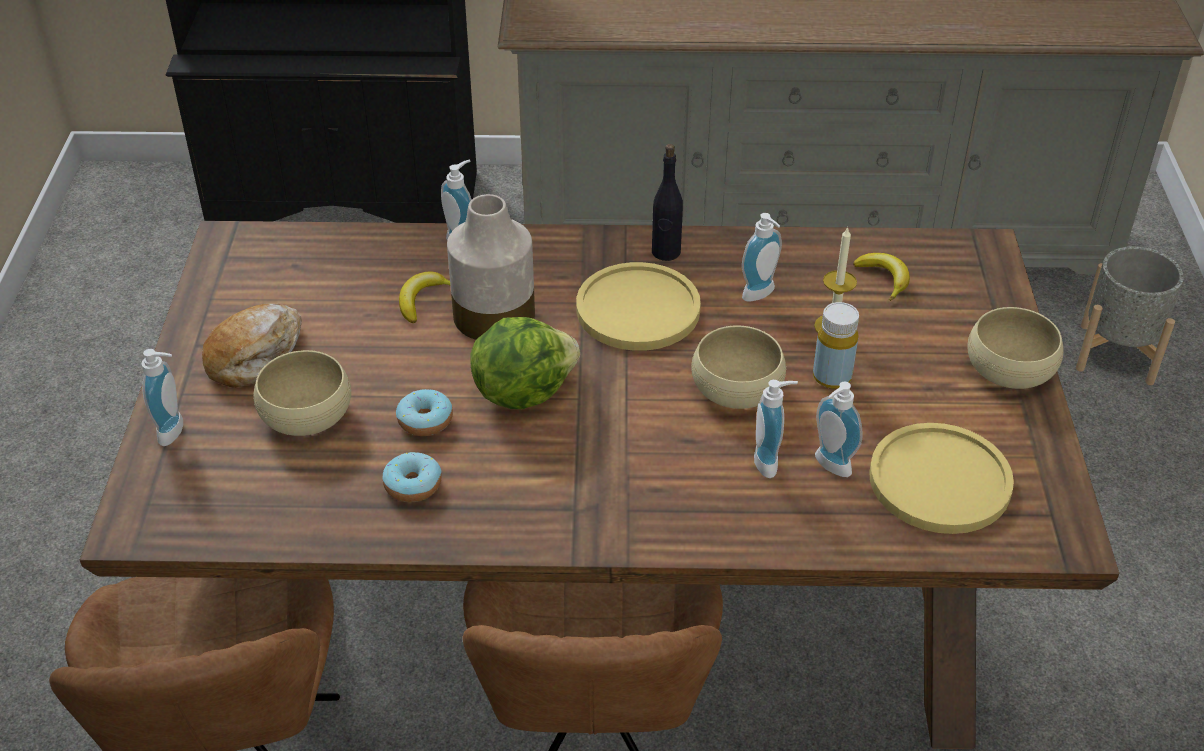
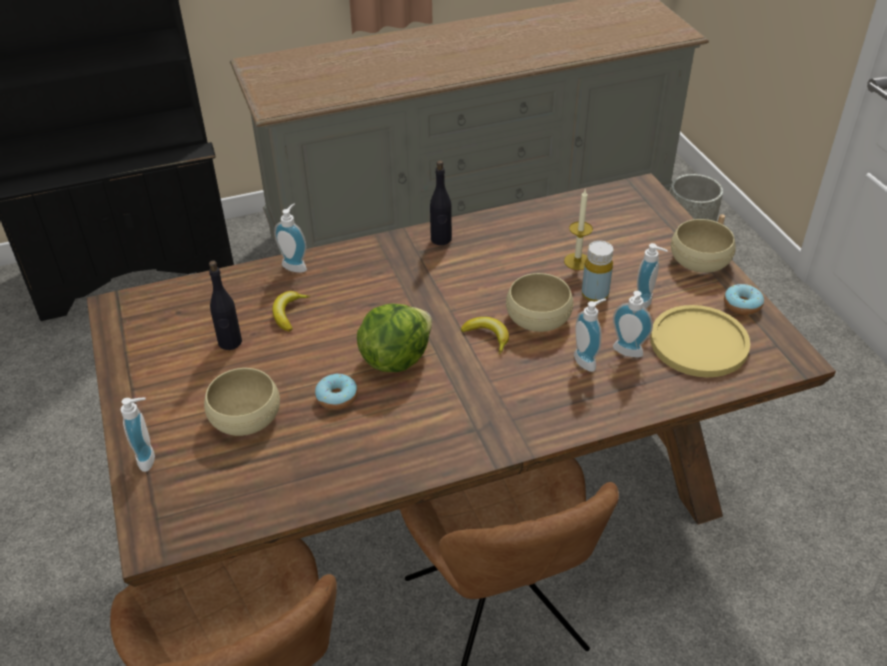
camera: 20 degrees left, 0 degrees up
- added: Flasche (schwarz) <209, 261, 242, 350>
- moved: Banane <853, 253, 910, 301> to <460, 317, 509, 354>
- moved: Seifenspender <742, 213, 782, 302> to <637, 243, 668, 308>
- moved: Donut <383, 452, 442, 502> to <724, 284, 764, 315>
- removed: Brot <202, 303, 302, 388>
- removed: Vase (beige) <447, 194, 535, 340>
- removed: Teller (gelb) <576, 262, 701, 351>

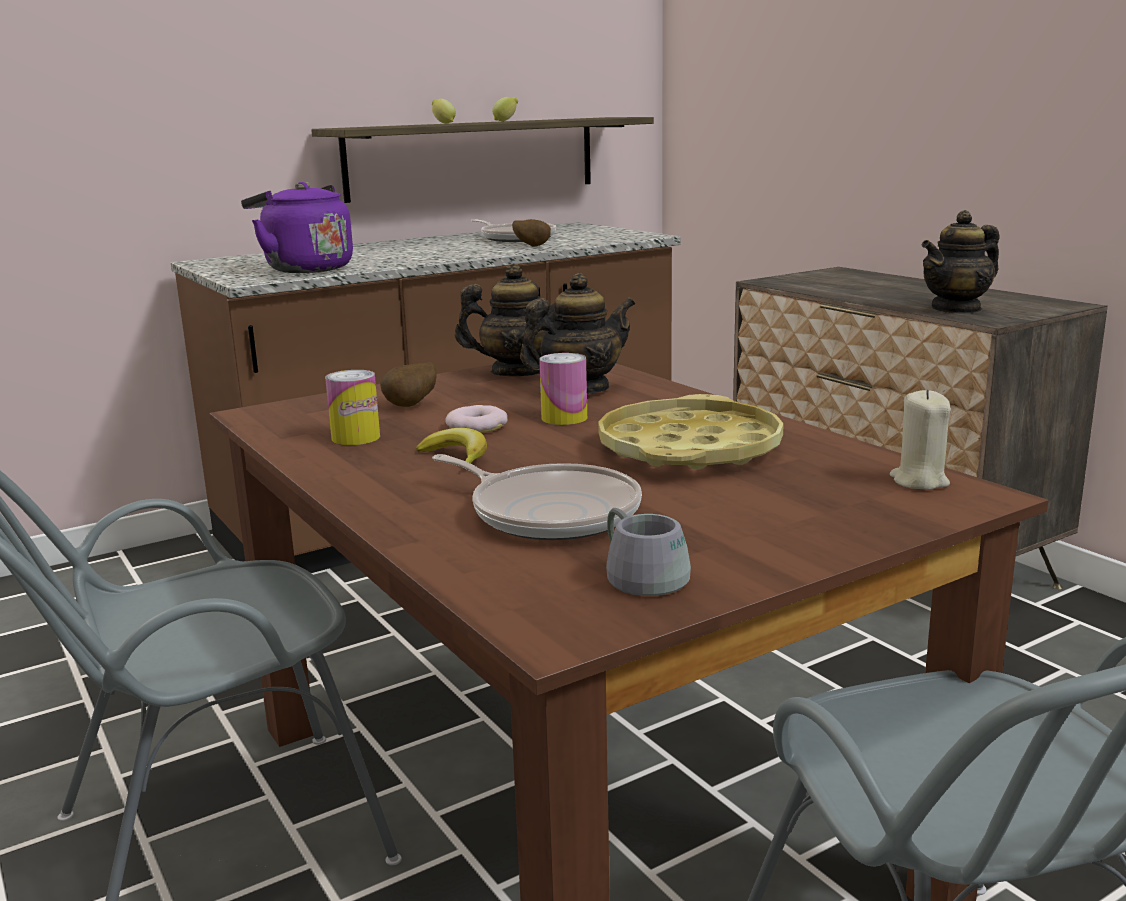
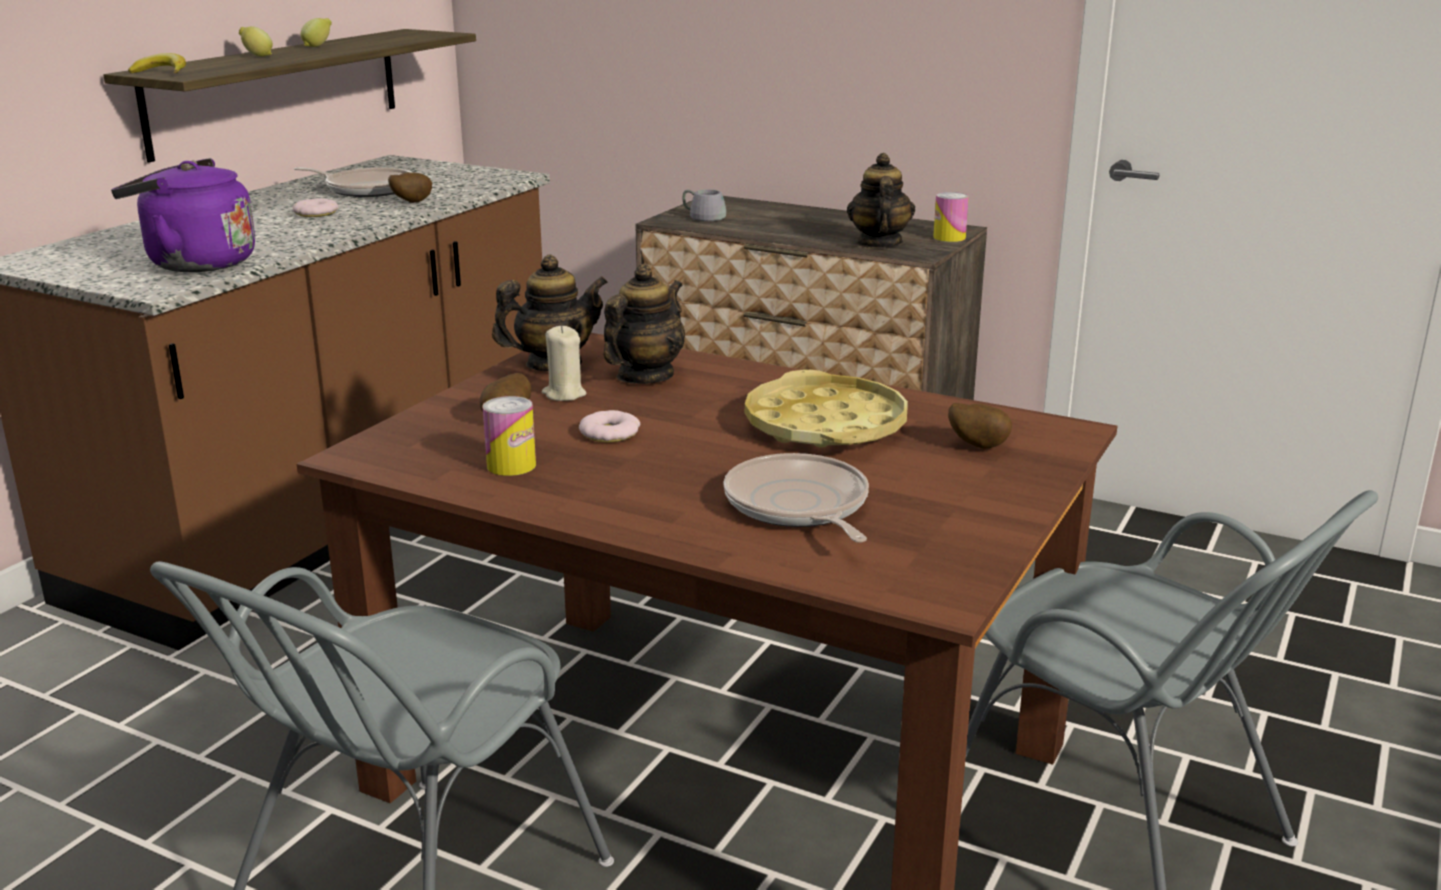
camera: 30 degrees left, 5 degrees up
- moved: Banane <416, 428, 487, 469> to <128, 53, 186, 73>
- added: Donut <293, 198, 339, 217>
- moved: Kerze (beige) <890, 390, 951, 490> to <542, 326, 586, 401>
- moved: Henkelbecher (grau) <606, 508, 691, 596> to <683, 189, 726, 221>
- turned: Pfanne <432, 454, 642, 540> = <723, 453, 869, 543> 120 degrees counterclockwise
- turned: Teekanne <922, 210, 999, 314> = <847, 153, 915, 248> 150 degrees clockwise
- moved: Dose <539, 353, 587, 425> to <933, 192, 969, 242>
- added: Kartoffel <948, 403, 1012, 449>

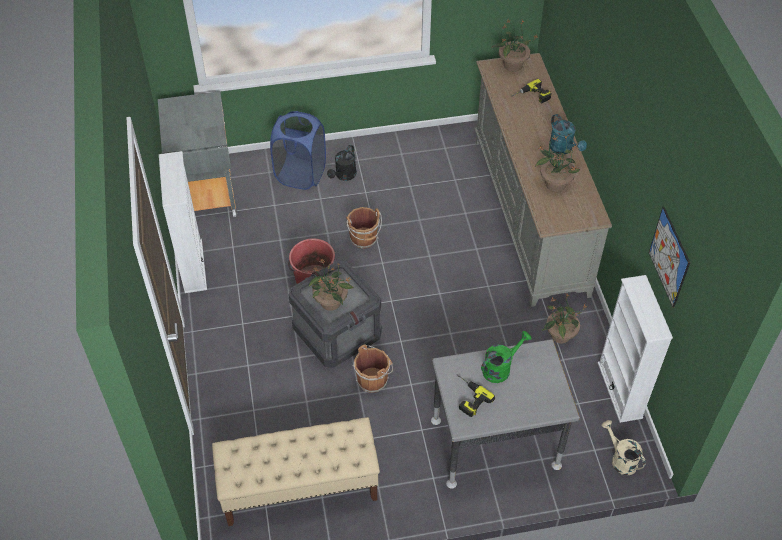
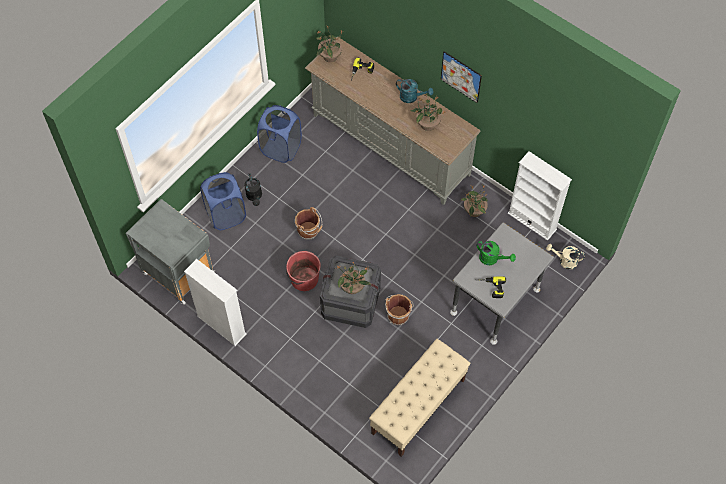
camera: 40 degrees left, 10 degrees up
- added: Wäschekorb (blau) <257, 105, 302, 163>
- moved: Bild <649, 207, 690, 308> to <441, 51, 482, 103>
- turned: Gießkanne (grün) <481, 331, 532, 383> = <476, 241, 516, 265> 105 degrees clockwise

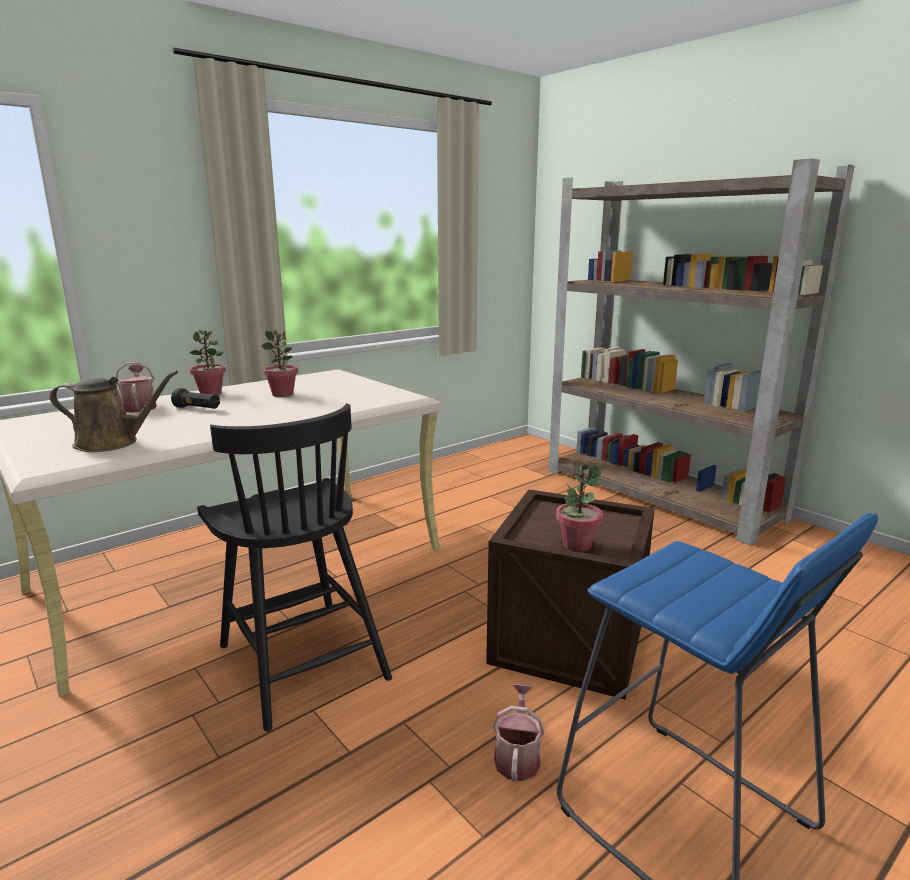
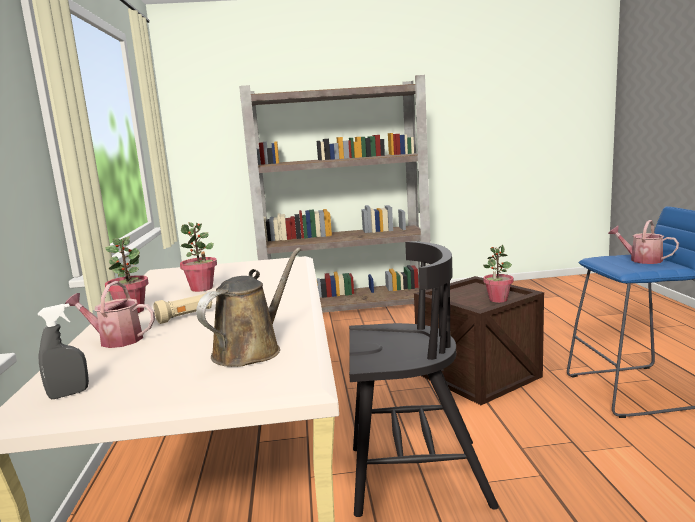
camera: 55 degrees left, 5 degrees down
- added: Sprühflasche (grau) <38, 303, 89, 399>
- recoloured: Taschenlampe (schwarz) <171, 388, 220, 409> to Taschenlampe (beige) <154, 293, 213, 324>
- moved: Gießkanne <493, 684, 544, 782> to <608, 220, 679, 264>

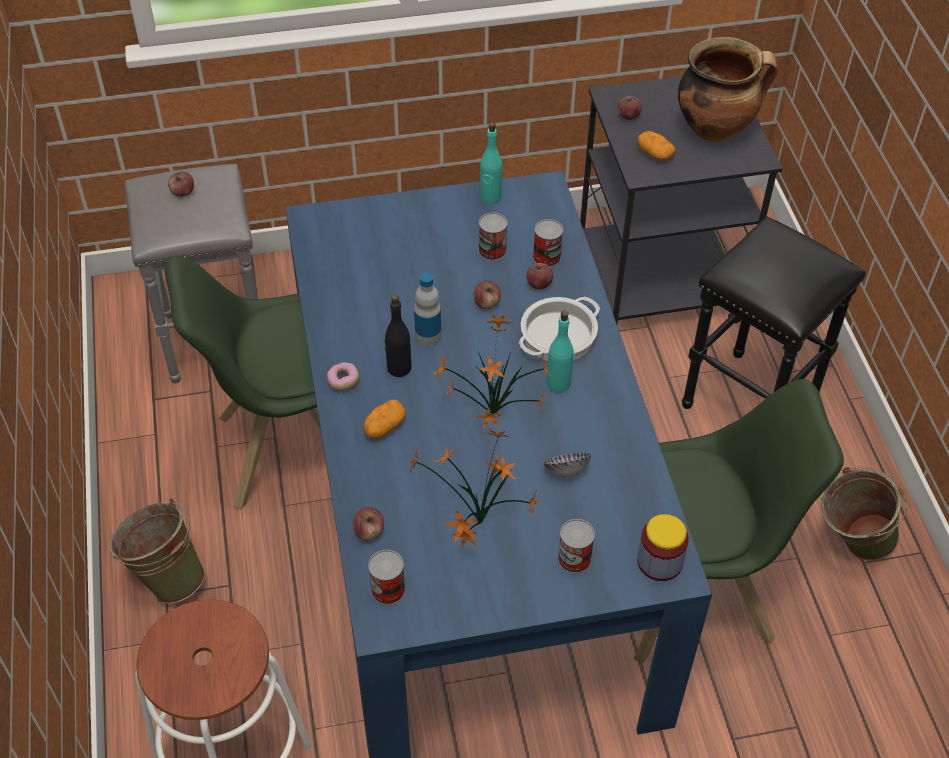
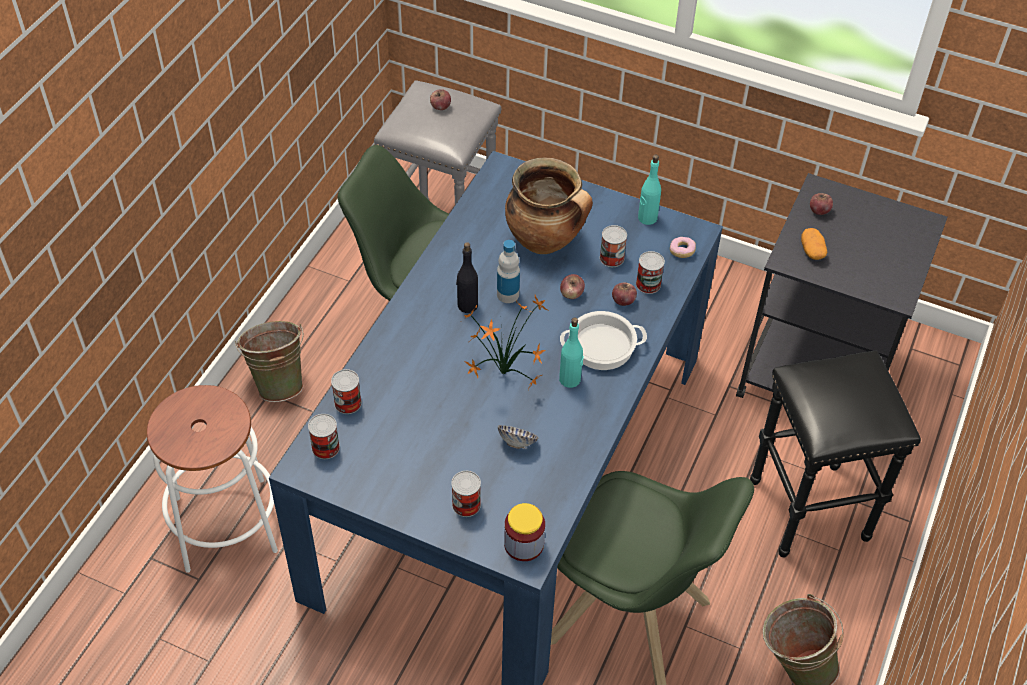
camera: 35 degrees right, 0 degrees up
- replaced: Apfel <353, 507, 384, 541> to Dose <331, 369, 362, 414>
- moved: Kochtopf <678, 37, 778, 142> to <505, 158, 593, 254>
- moved: Donut <327, 362, 359, 391> to <670, 237, 696, 258>
- removed: Kartoffel <363, 399, 406, 439>
- removed: Topfpflanze <408, 428, 539, 547>

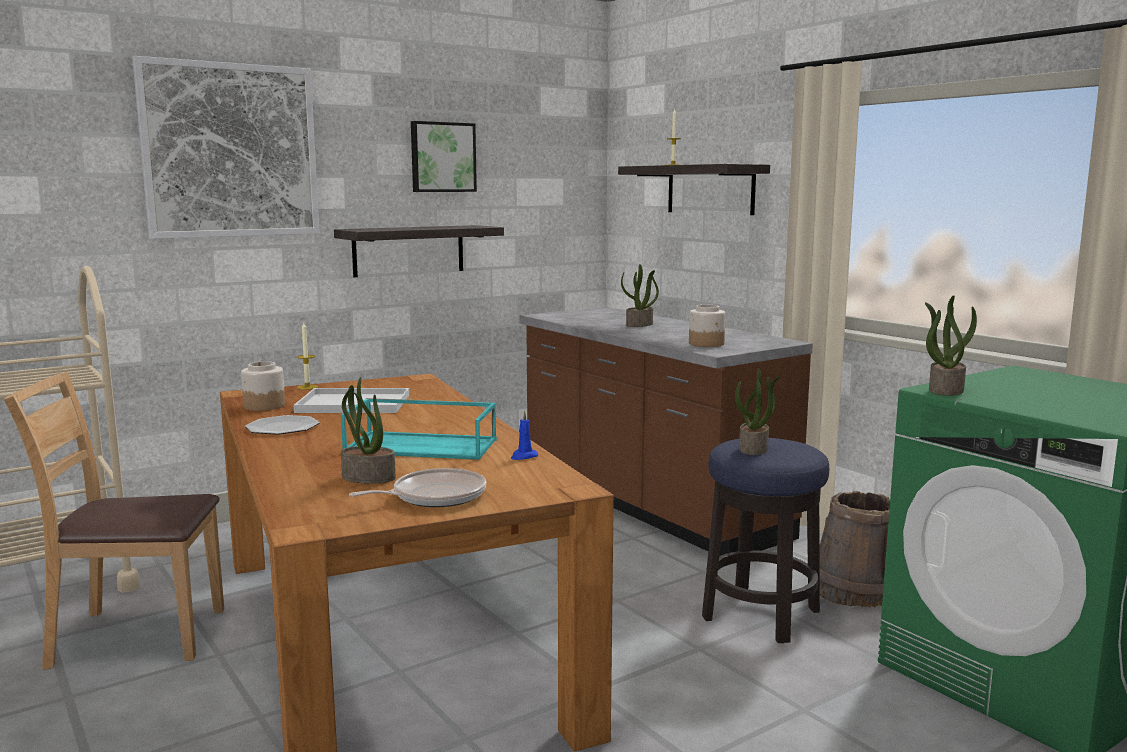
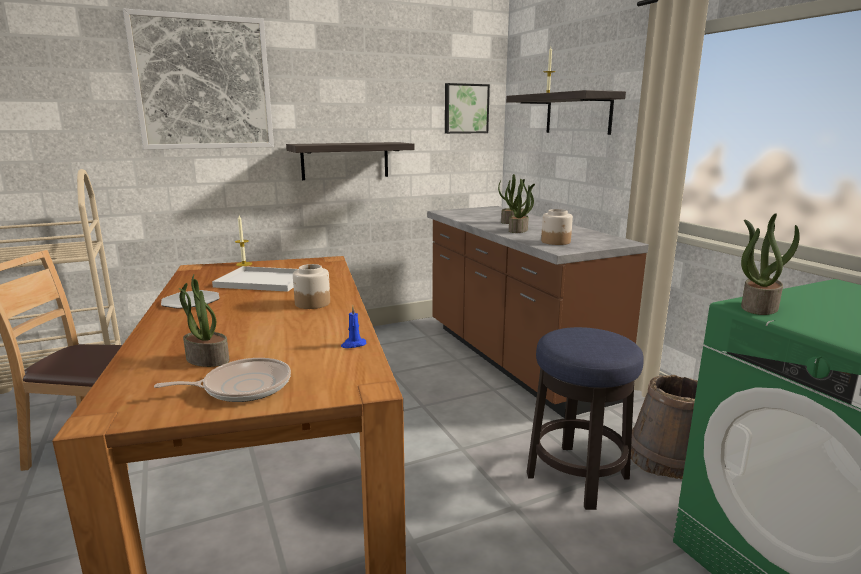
camera: 10 degrees right, 5 degrees up
- moved: Vorratsglas <241, 361, 285, 411> to <293, 264, 330, 309>
- moved: Bild <411, 121, 477, 192> to <445, 83, 490, 134>
- moved: Topfpflanze <735, 369, 781, 455> to <505, 179, 535, 233>
- removed: Tablett (türkis) <341, 398, 497, 460>

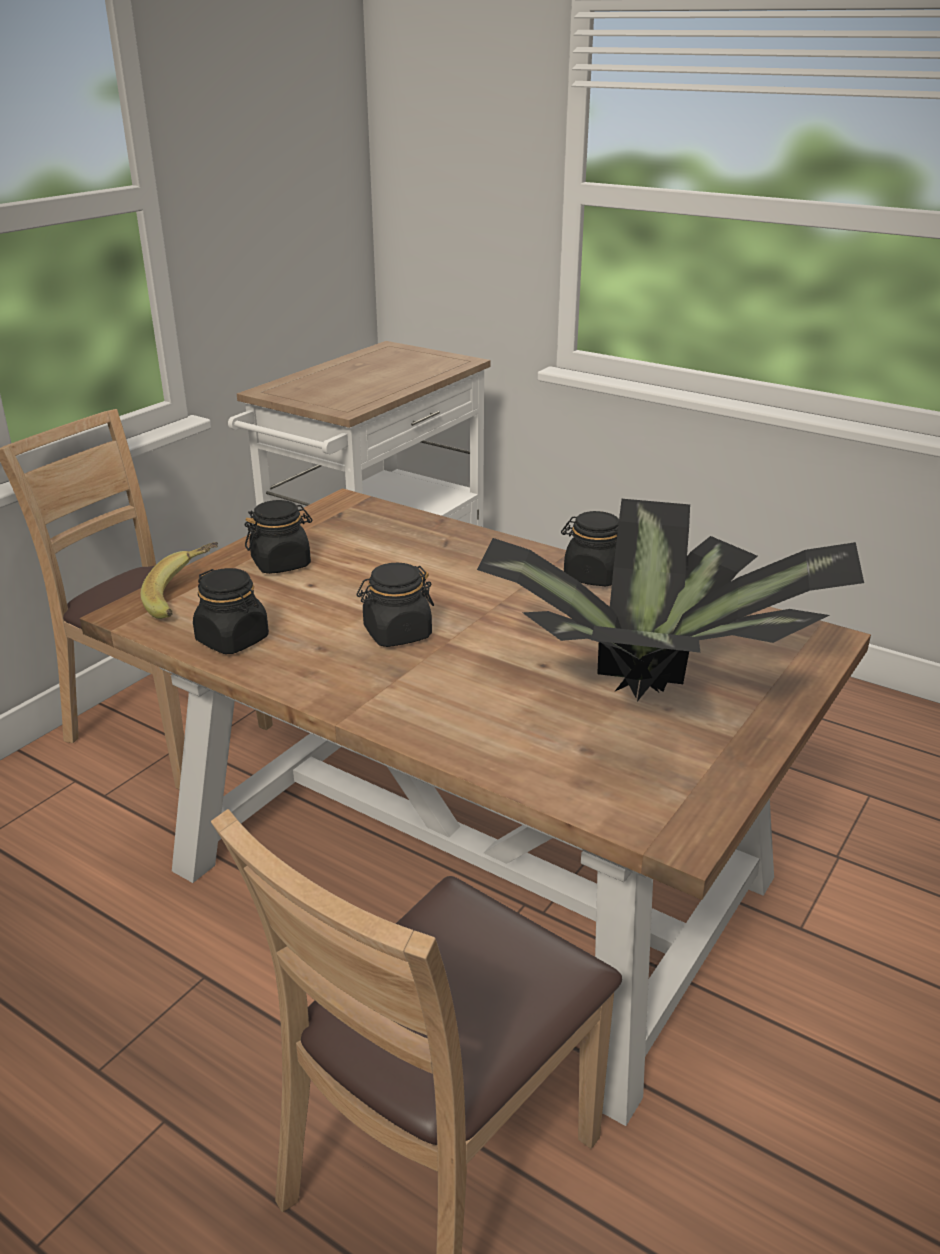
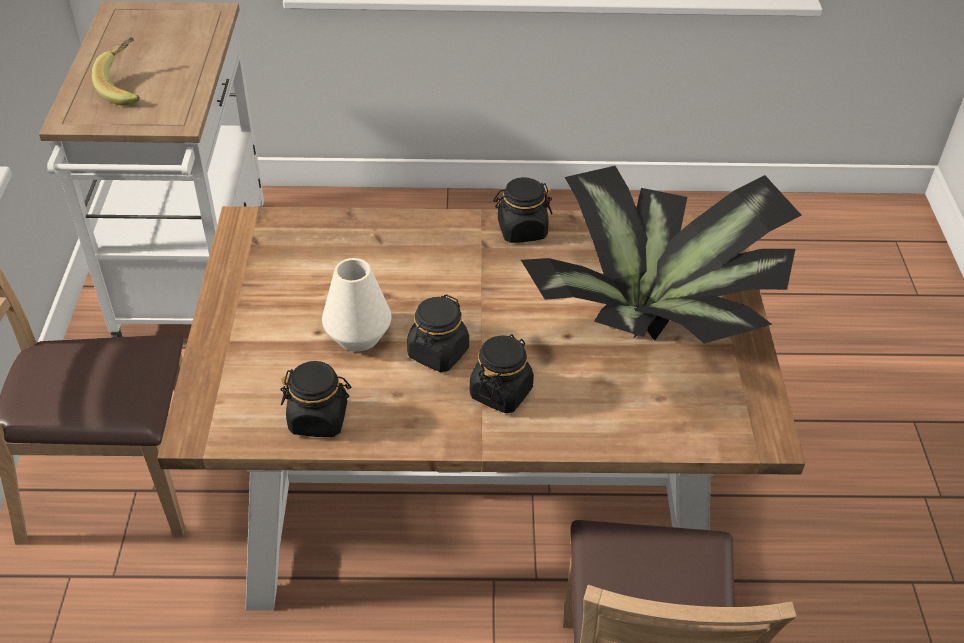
camera: 35 degrees left, 15 degrees up
- moved: Banane <141, 542, 218, 619> to <92, 37, 140, 106>
- added: Vase (weiß) <322, 258, 391, 352>
- moved: Vorratsglas (schwarz) <245, 500, 312, 574> to <470, 334, 534, 413>

